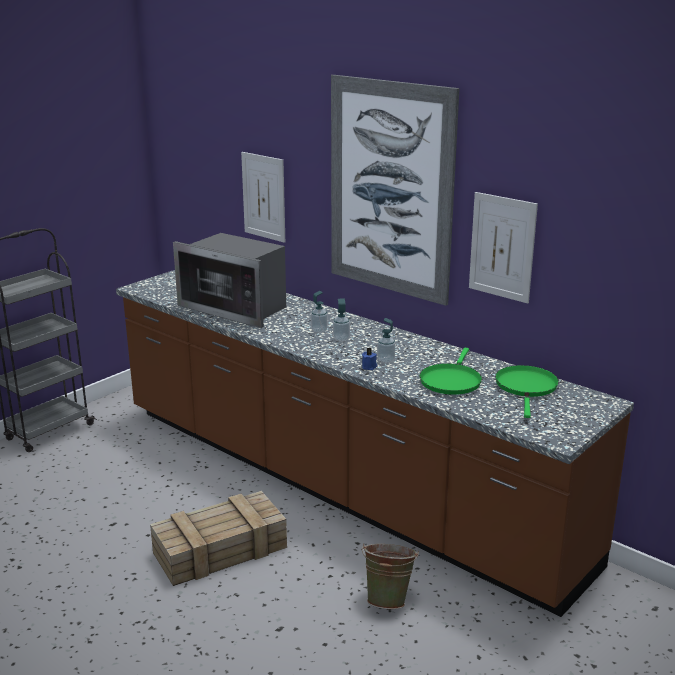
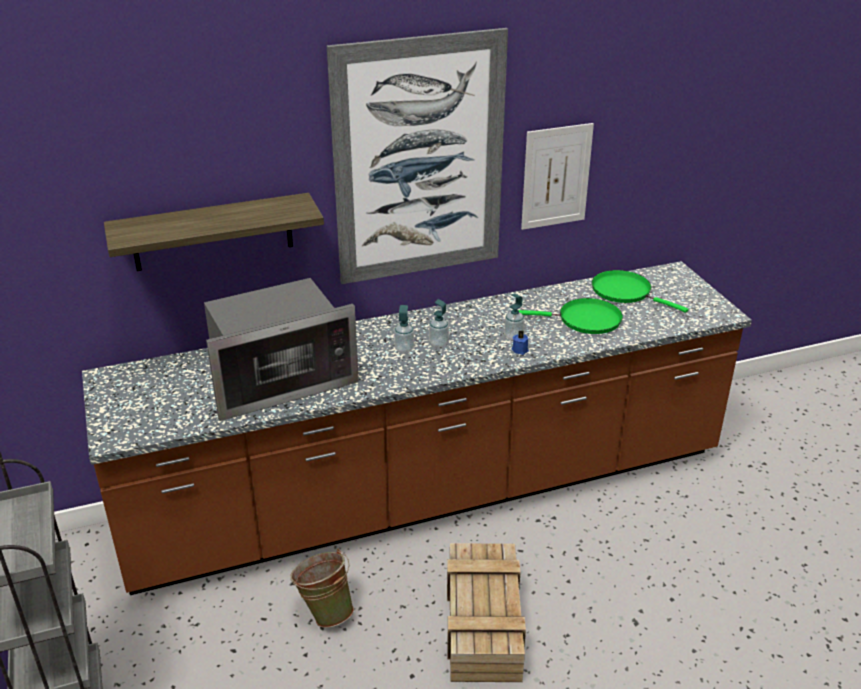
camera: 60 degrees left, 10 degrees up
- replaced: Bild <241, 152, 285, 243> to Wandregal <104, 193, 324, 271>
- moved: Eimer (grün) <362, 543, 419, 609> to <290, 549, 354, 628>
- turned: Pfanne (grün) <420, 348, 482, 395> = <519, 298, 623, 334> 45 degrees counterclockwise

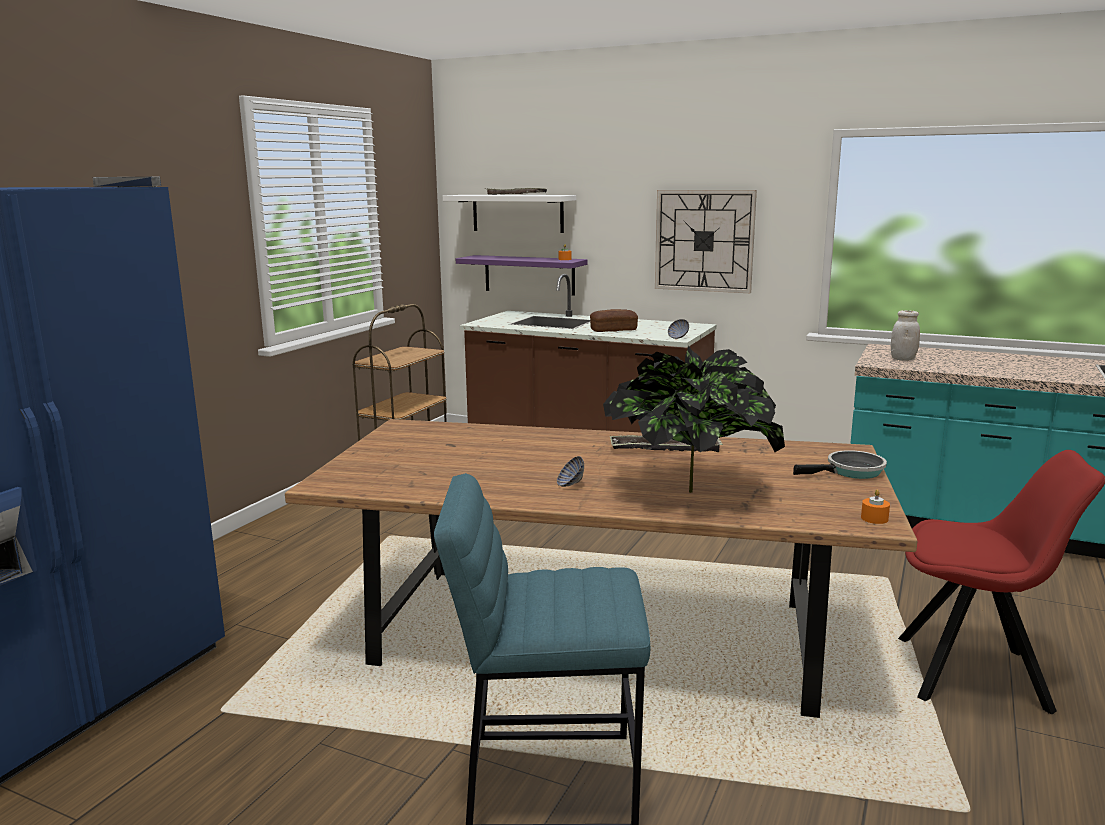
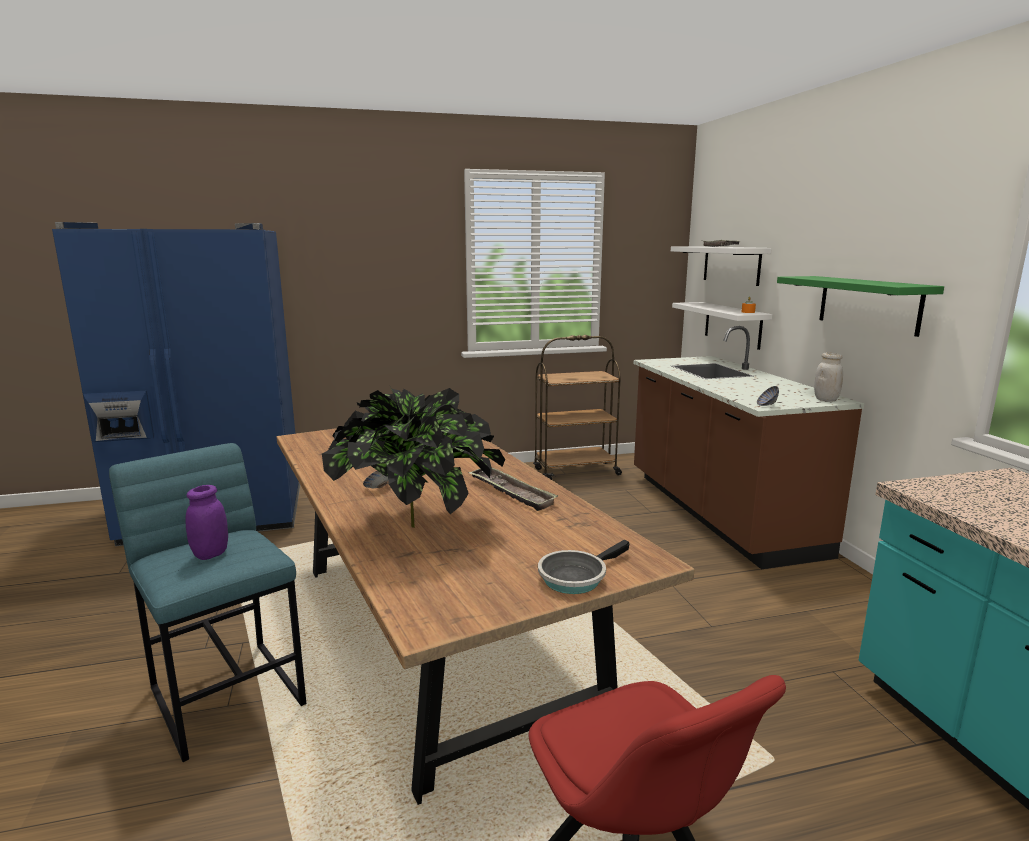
camera: 50 degrees right, 0 degrees up
- added: Vorratsglas (lila) <185, 485, 228, 560>
- turned: Pfanne <793, 450, 887, 479> = <538, 540, 630, 594> 105 degrees clockwise
- recoloured: Wandregal (lila) <456, 255, 588, 296> to Wandregal (weiß) <672, 302, 772, 350>
- replaced: Wanduhr <655, 190, 757, 293> to Wandregal (grün) <777, 276, 944, 337>
- moved: Vorratsglas (weiß) <891, 310, 920, 361> to <814, 352, 843, 401>
- removed: Brot <590, 309, 638, 332>
- removed: Kerze (orange) <861, 489, 890, 524>

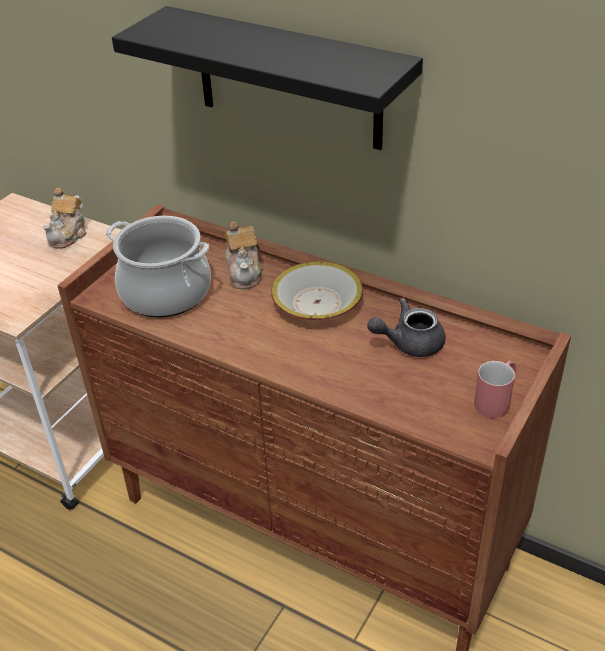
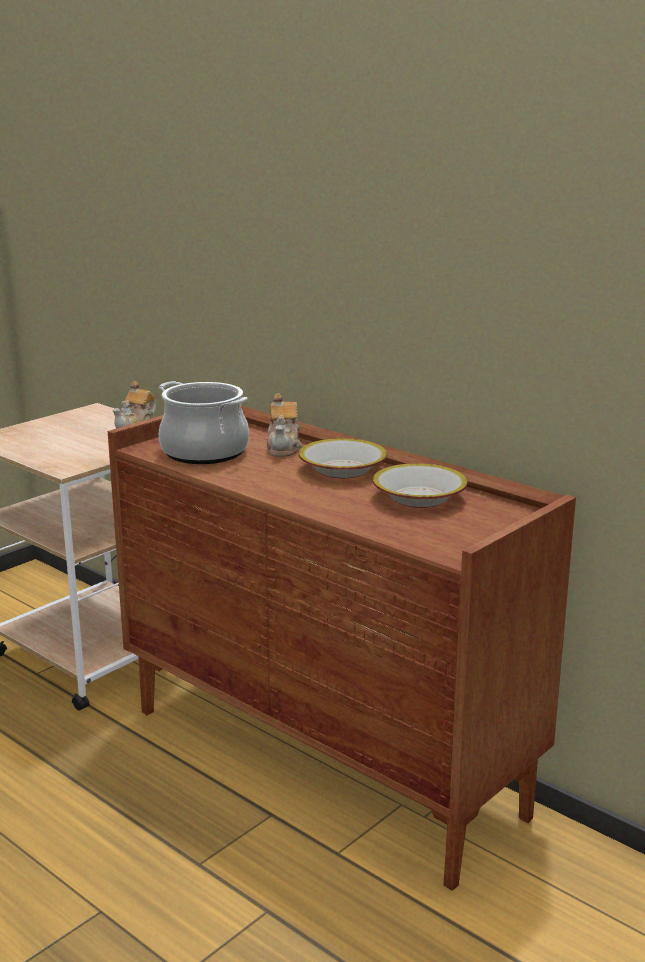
camera: 10 degrees right, 20 degrees down
- replaced: Teekanne (grau) <367, 298, 445, 357> to Schüssel <373, 463, 468, 508>
- removed: Wandregal (schwarz) <112, 6, 423, 150>
- removed: Henkelbecher (rot) <474, 361, 517, 418>

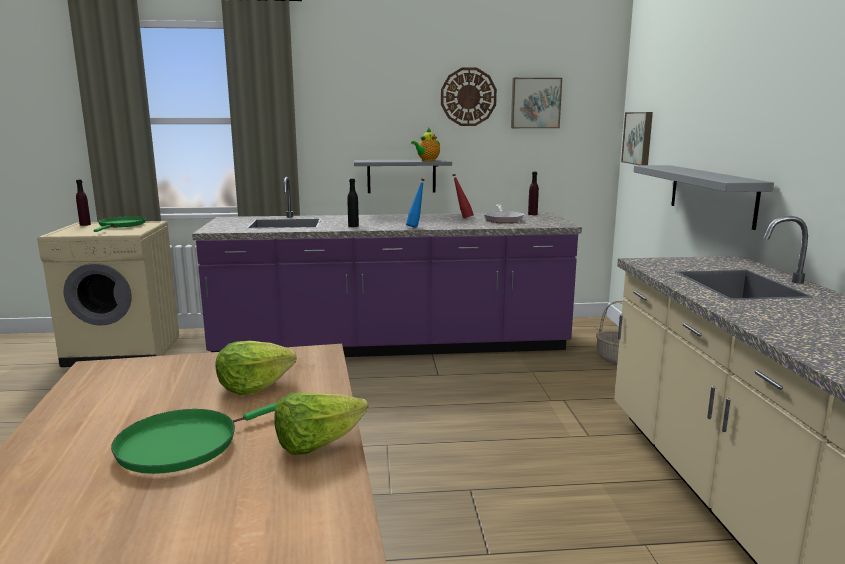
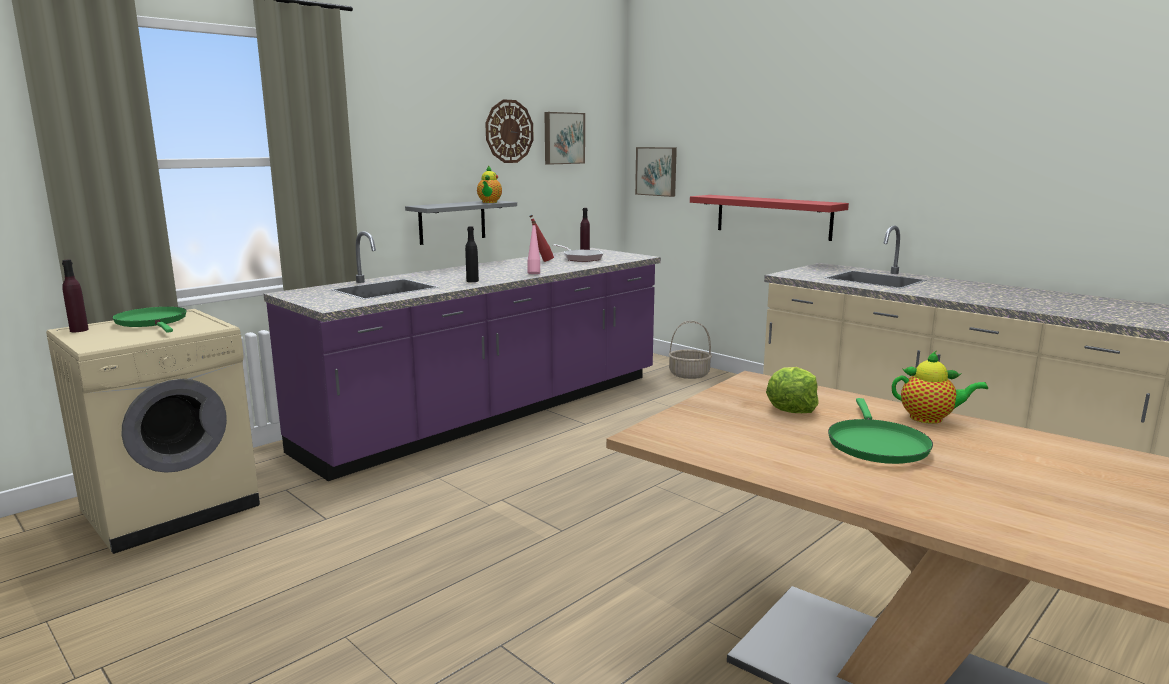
camera: 40 degrees left, 0 degrees up
- recoloured: Flasche (blau) <406, 179, 425, 228> to Flasche (rosa) <528, 221, 540, 274>
- recoloured: Wandregal (grau) <634, 165, 774, 230> to Wandregal (rot) <690, 195, 849, 241>
- replaced: Salatkopf <274, 393, 368, 455> to Teekanne <892, 351, 988, 424>

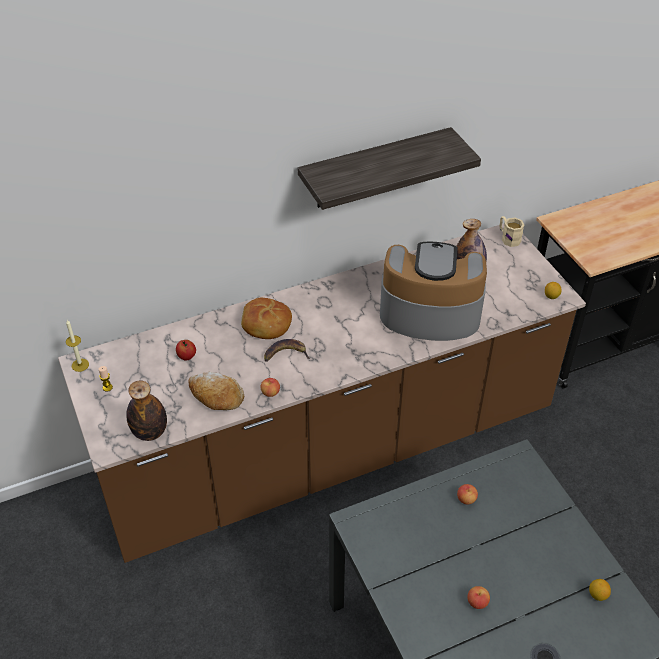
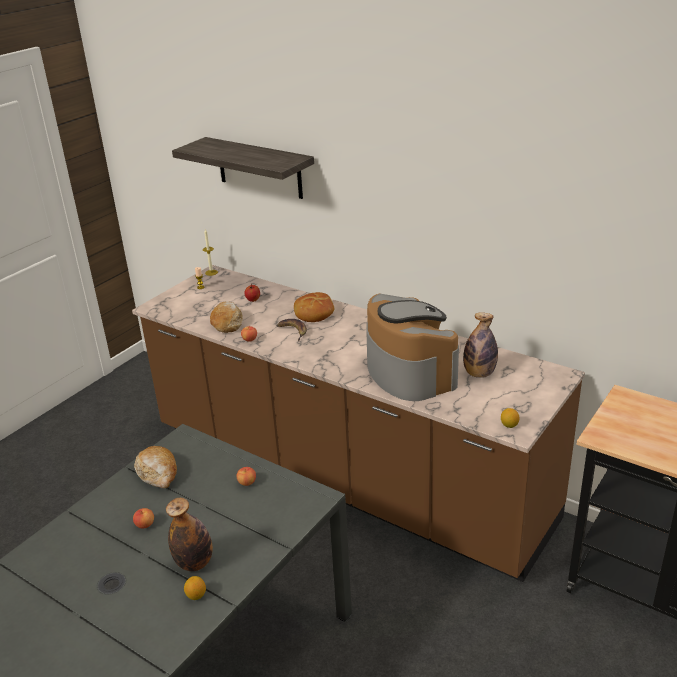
camera: 60 degrees right, 15 degrees down
- added: Brot <134, 446, 177, 488>
- moved: Flasche <126, 381, 167, 441> to <166, 498, 213, 571>
- moved: Wandregal <298, 127, 481, 210> to <172, 137, 314, 199>
- removed: Henkelbecher (beige) <499, 216, 524, 247>

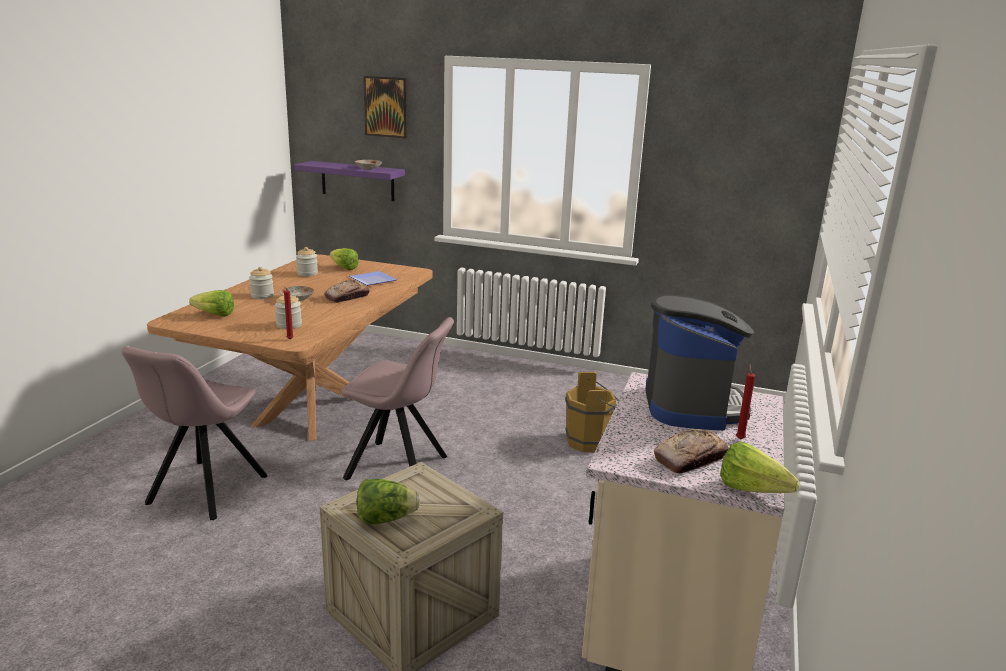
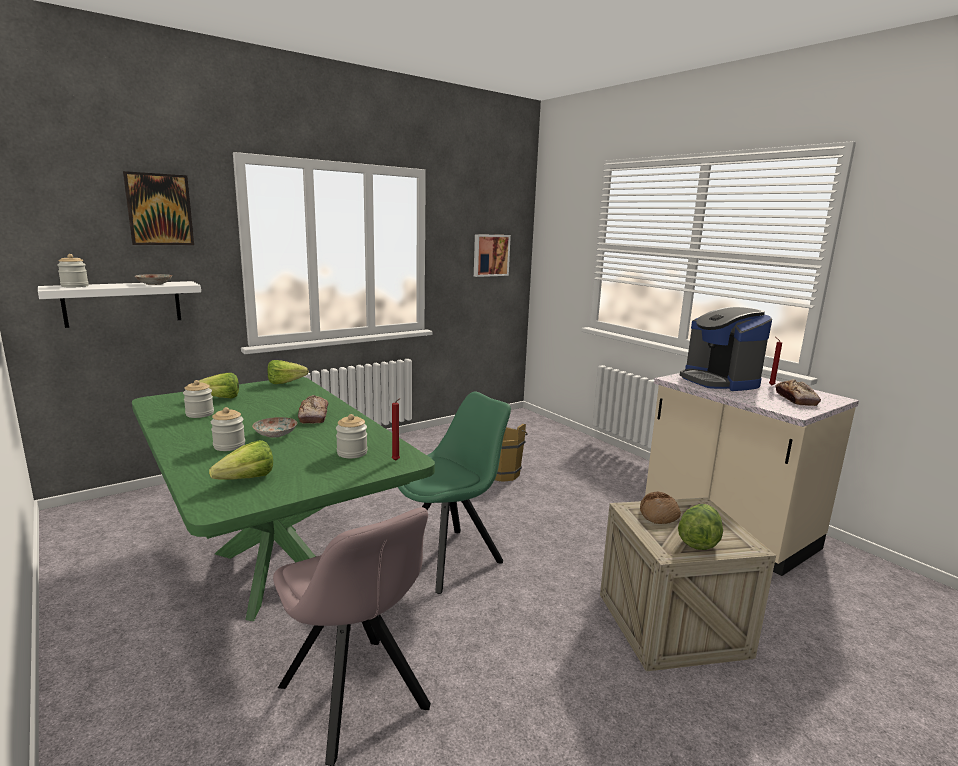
camera: 55 degrees left, 5 degrees down
- recoloured: Wandregal (lila) <294, 161, 405, 201> to Wandregal (weiß) <38, 281, 201, 328>
- added: Vorratsglas <57, 254, 89, 287>
- recoloured: Esstisch (braun) <147, 254, 433, 441> to Esstisch (grün) <132, 377, 435, 621>
- moved: Salatkopf <720, 442, 799, 493> to <267, 360, 308, 384>
- recoloured: Stuhl (rosa) <341, 317, 454, 480> to Stuhl (grün) <398, 392, 511, 594>
- added: Bild <474, 234, 511, 277>
- added: Brot <640, 492, 681, 524>
- turned: Kaffeemaschine <645, 294, 754, 430> = <680, 307, 772, 391> 150 degrees counterclockwise
- removed: Teller <349, 271, 398, 286>

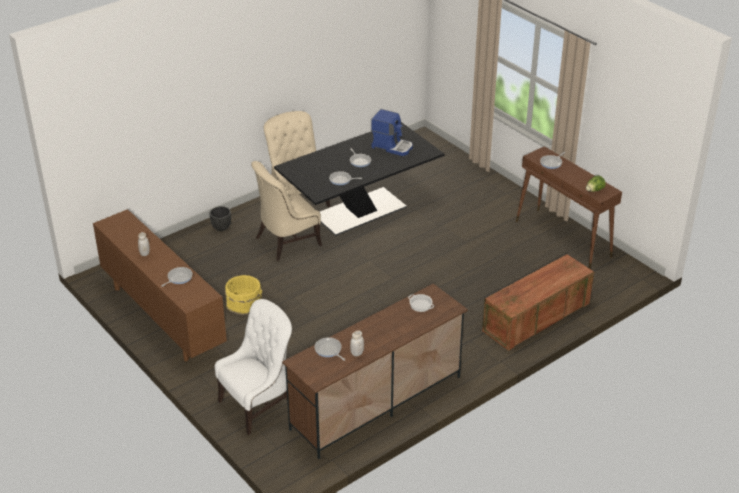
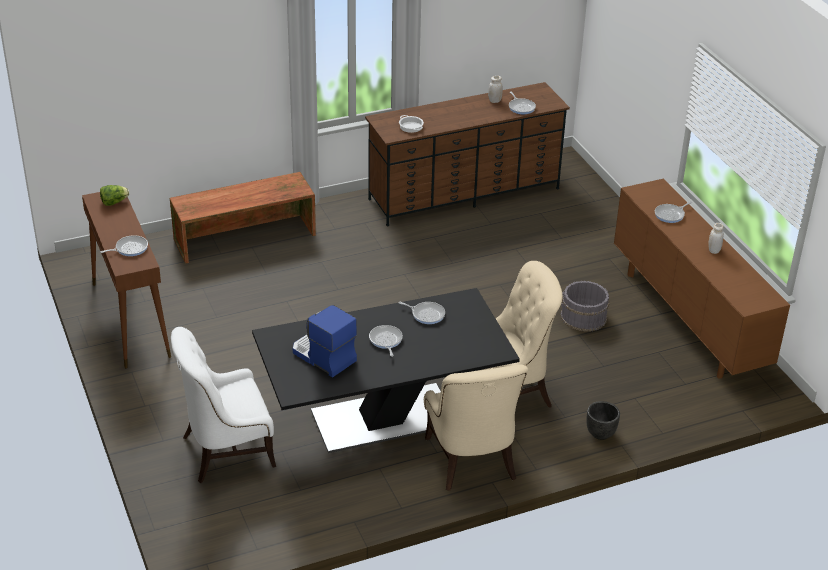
camera: 165 degrees left, 0 degrees up
- moved: Stuhl (weiß) <215, 299, 292, 435> to <171, 327, 276, 483>
- recoloured: Eimer (gelb) <225, 275, 262, 315> to Eimer (grau) <560, 281, 609, 332>

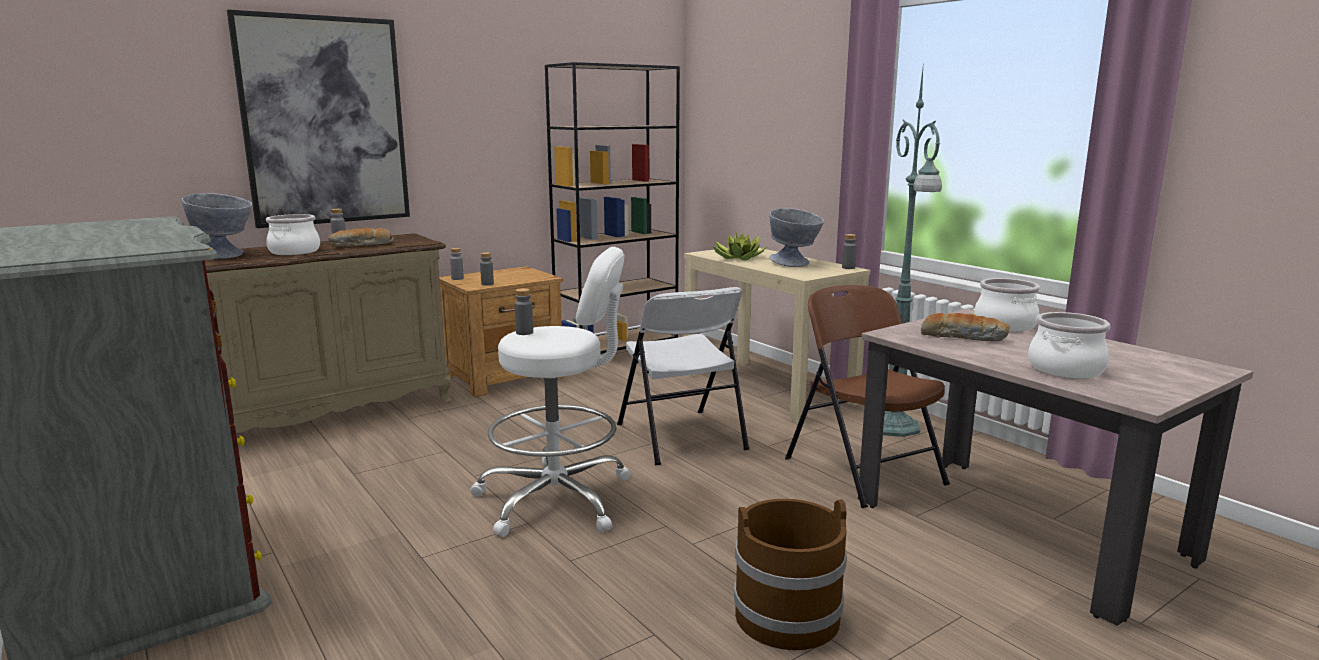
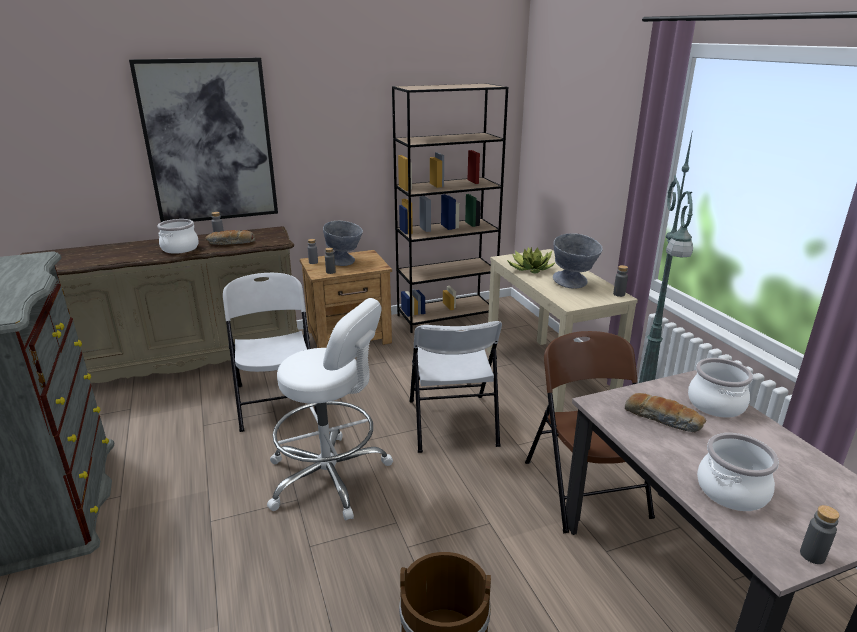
camera: 15 degrees right, 10 degrees up
- added: Stuhl (weiß) <223, 273, 317, 432>
- moved: Schüssel (grau) <182, 193, 252, 259> to <323, 221, 363, 266>
- moved: Flasche (grau) <515, 288, 533, 335> to <800, 505, 840, 564>

